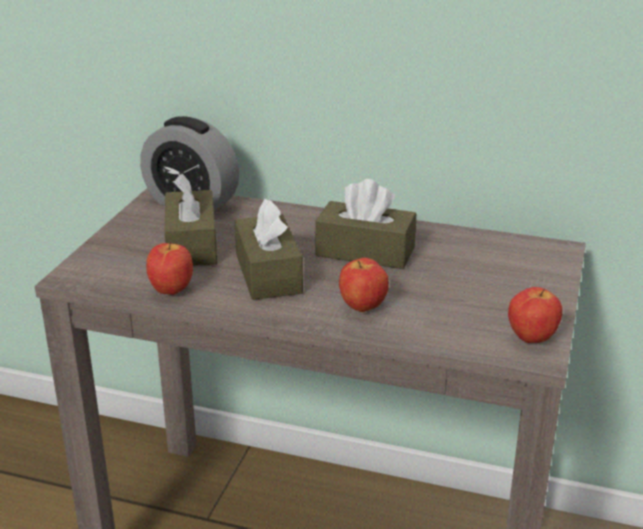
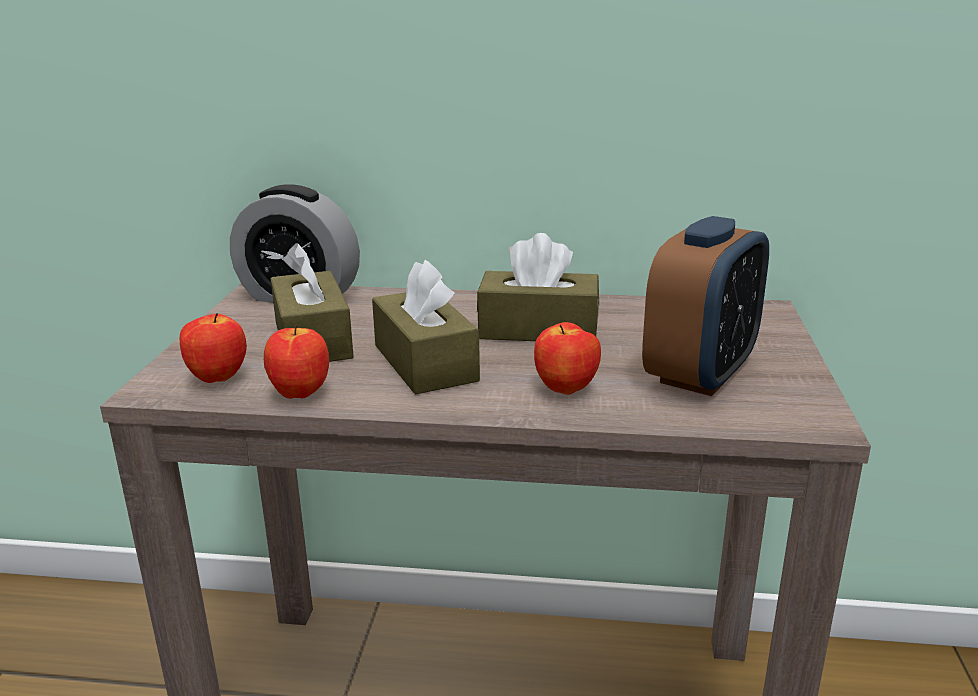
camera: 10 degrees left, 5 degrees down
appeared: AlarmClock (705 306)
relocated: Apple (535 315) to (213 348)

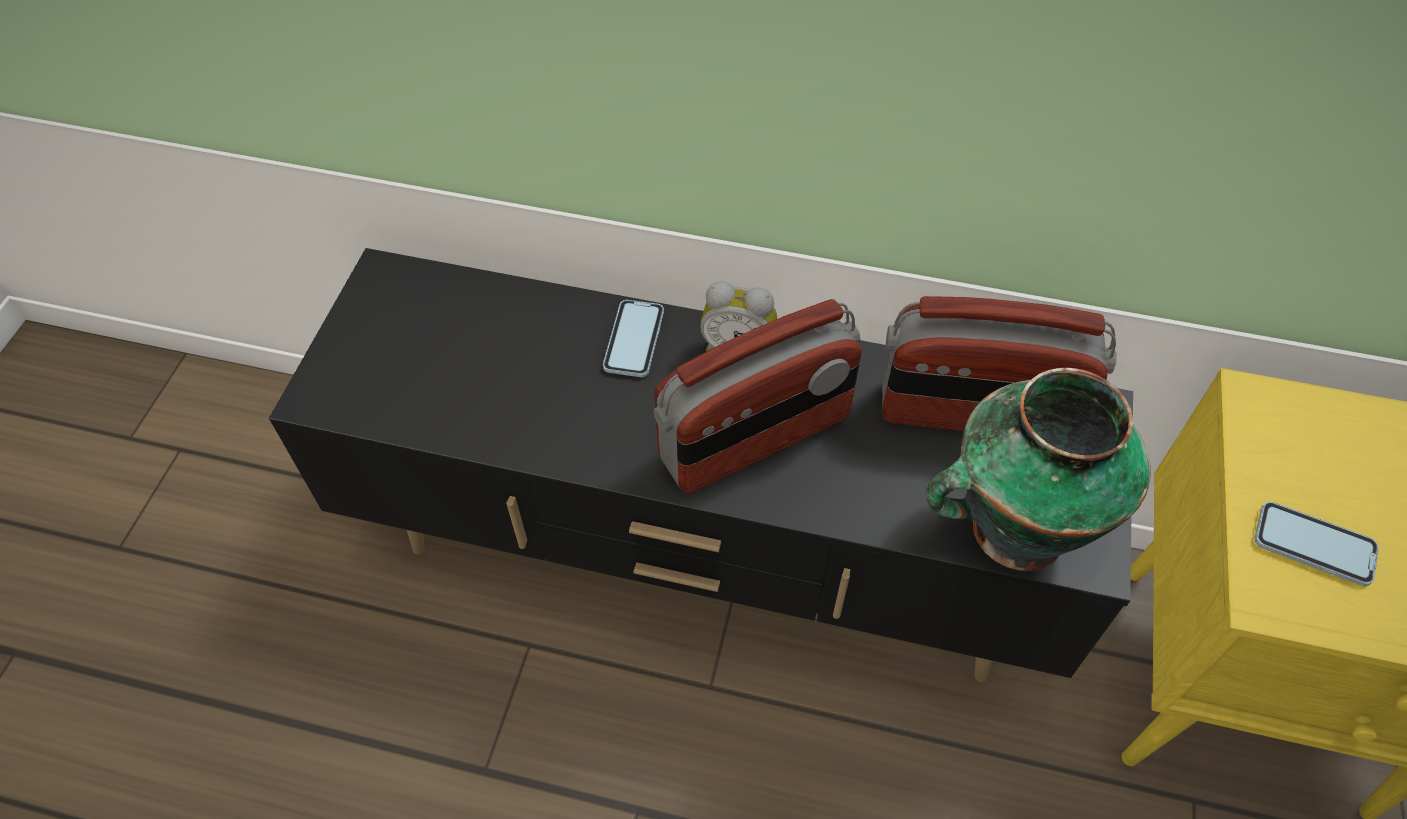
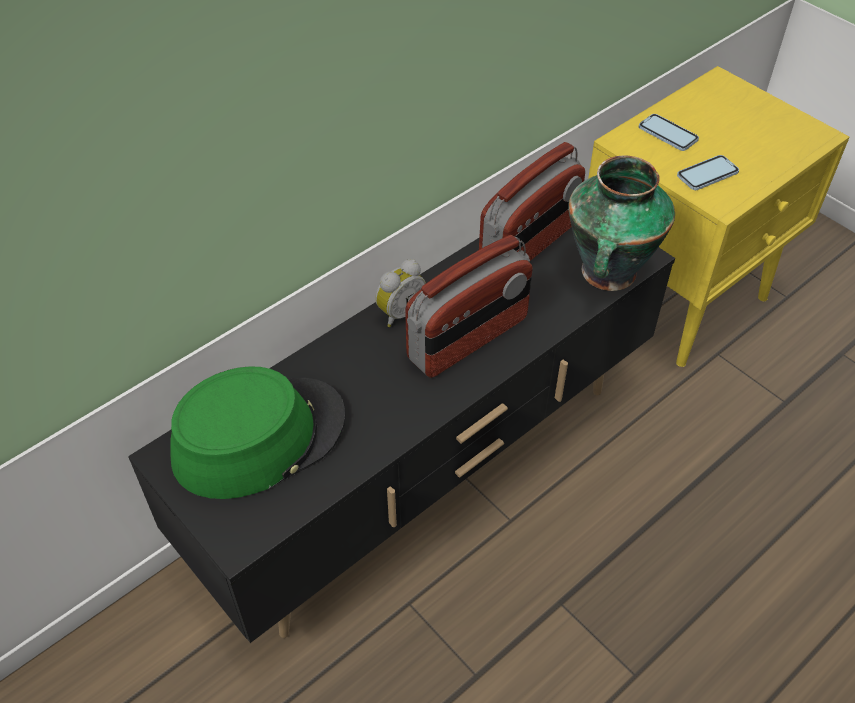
camera: 55 degrees left, 5 degrees down
appeared: GreenClothingHat (258 432)
relocated: Handset (633 338) to (669 132)
spun: RadioReceiver (757 396) = (469 306) 45 degrees clockwise

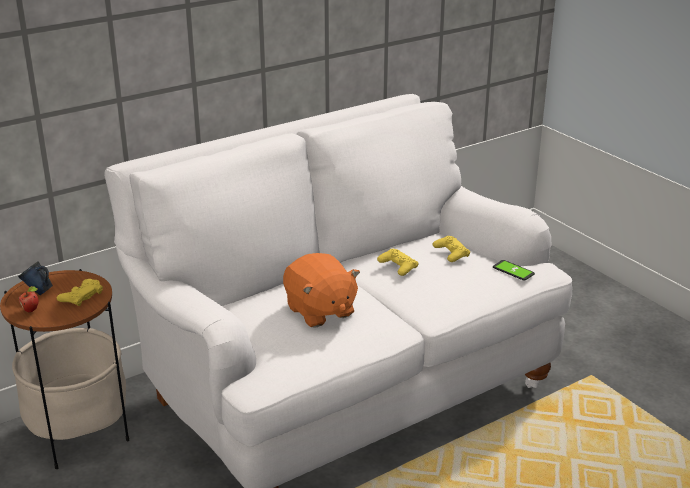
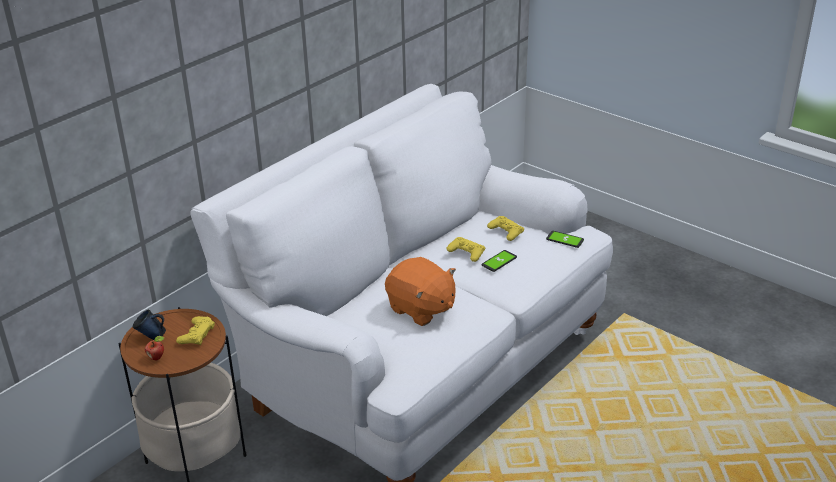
camera: 15 degrees left, 5 degrees up
appeared: Handset (499 261)

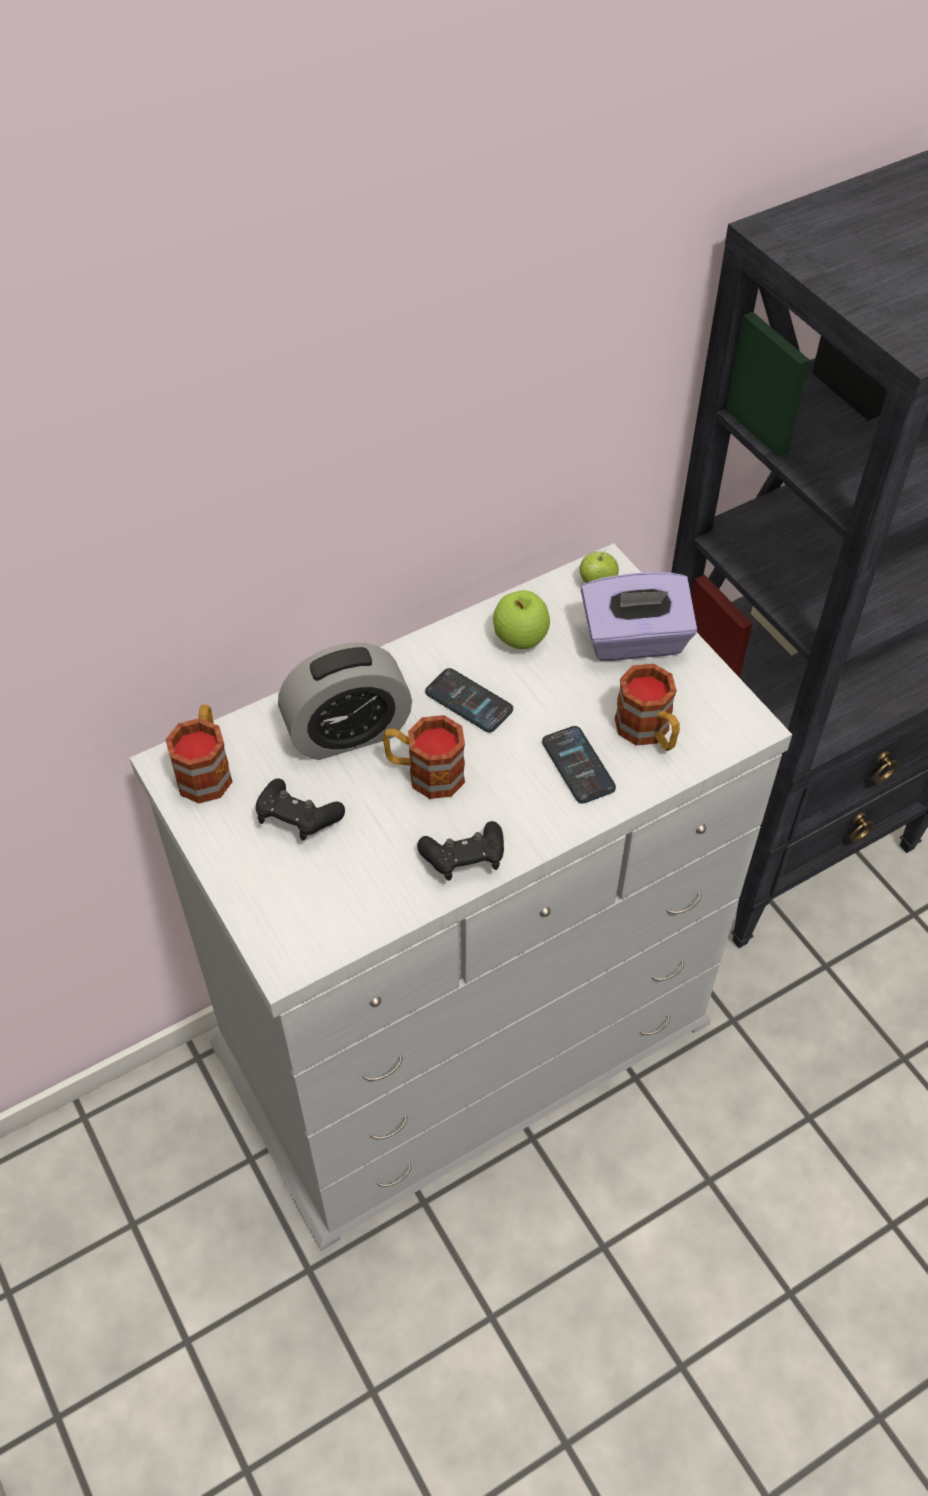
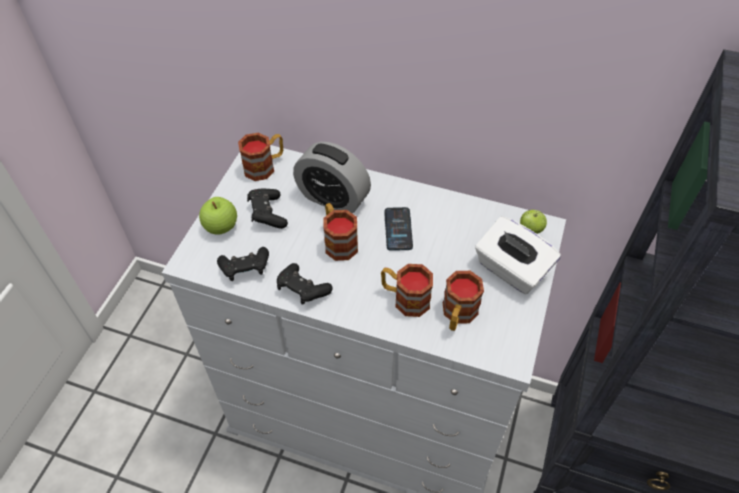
camera: 50 degrees right, 0 degrees up
appeared: BlackGamepad (243 264)
relocated: Apple (521 619) to (218 216)
exchanged: Handset (579 765) to TeaMug (407 290)
colour: PurpleTissueHolder (639 616) to WhitishTissueHolder (518 255)

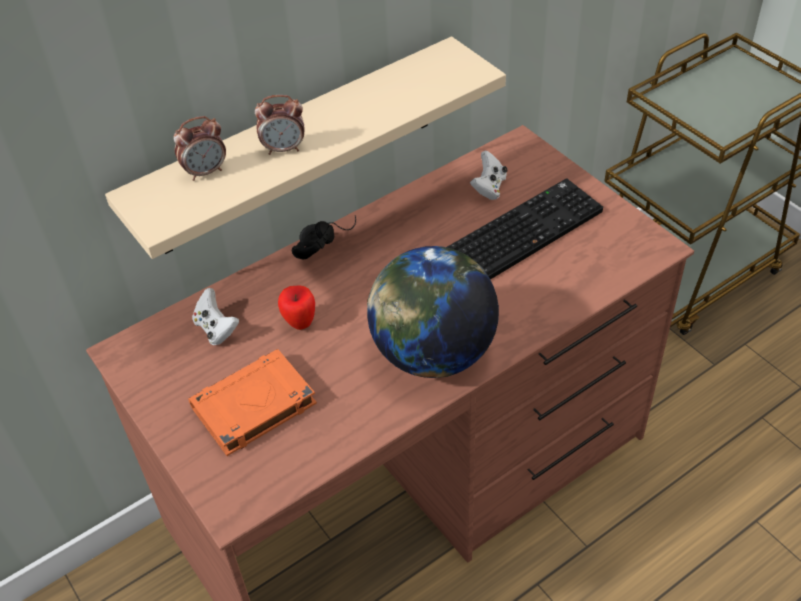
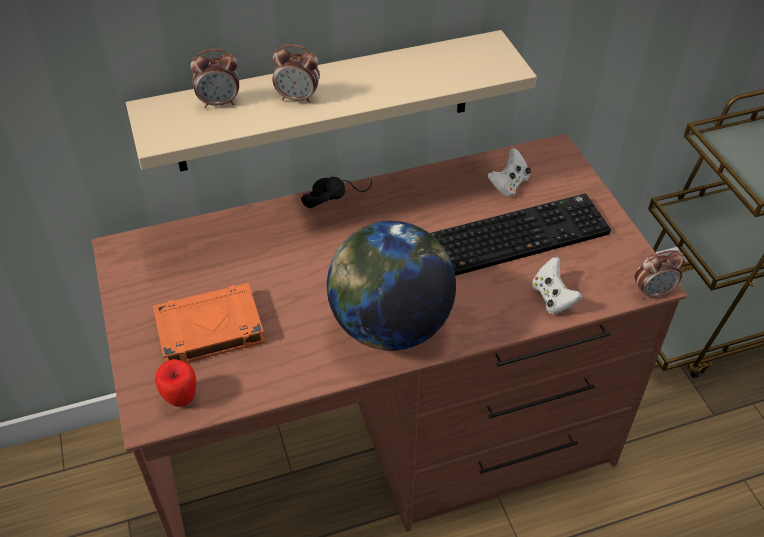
camera: 15 degrees right, 0 degrees up
appeared: AlarmClock (660 274)
relocated: Apple (296 307) to (175 383); WhitishGamepad (215 317) to (557 285)

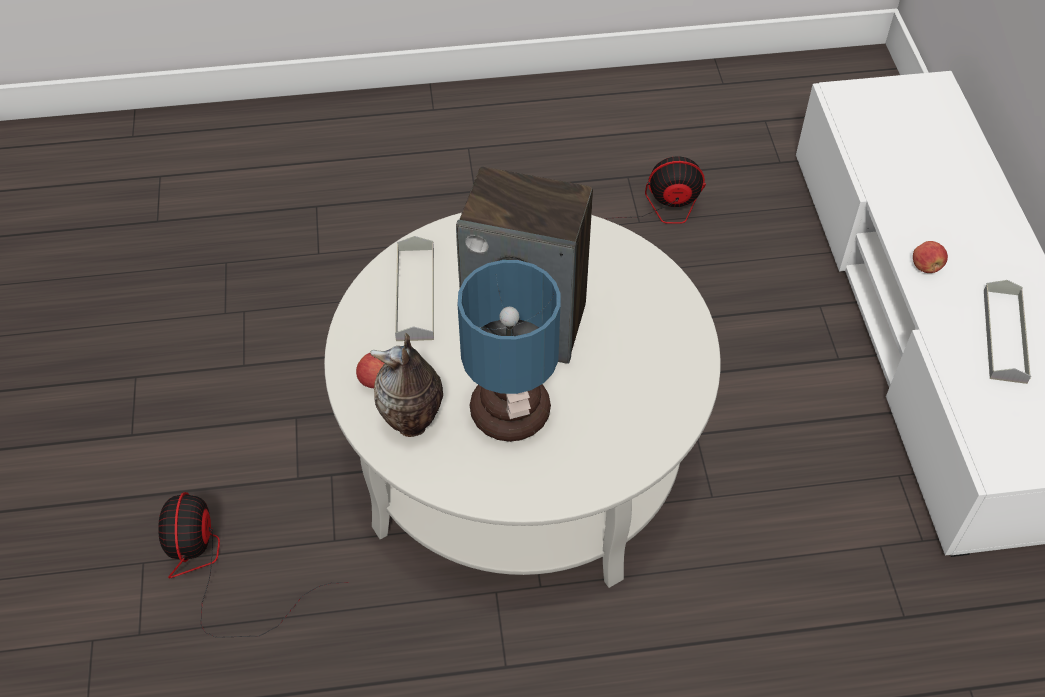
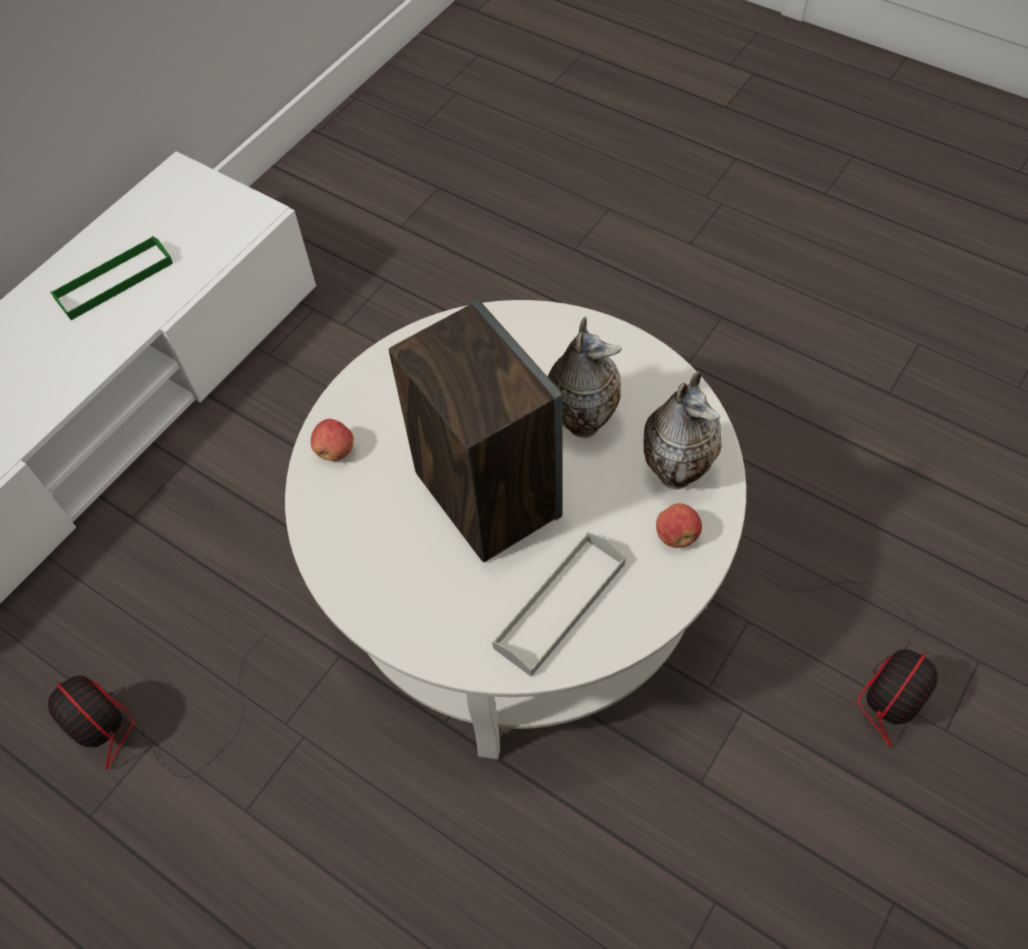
camera: 135 degrees left, 5 degrees up
relocated: Apple (930 257) to (332 440)
exchanged: TableLamp (509 351) to FlowerVase (585 377)
colour: GreyCarryingTray (1007 332) to GreenCarryingTray (111 278)

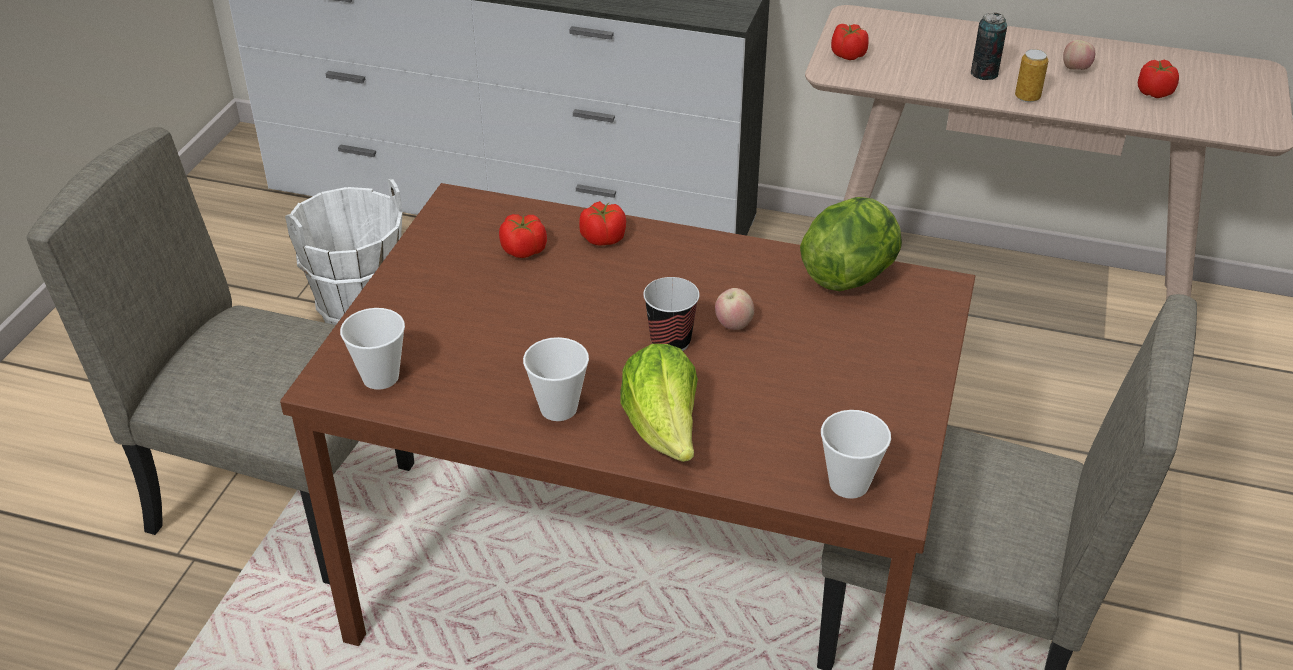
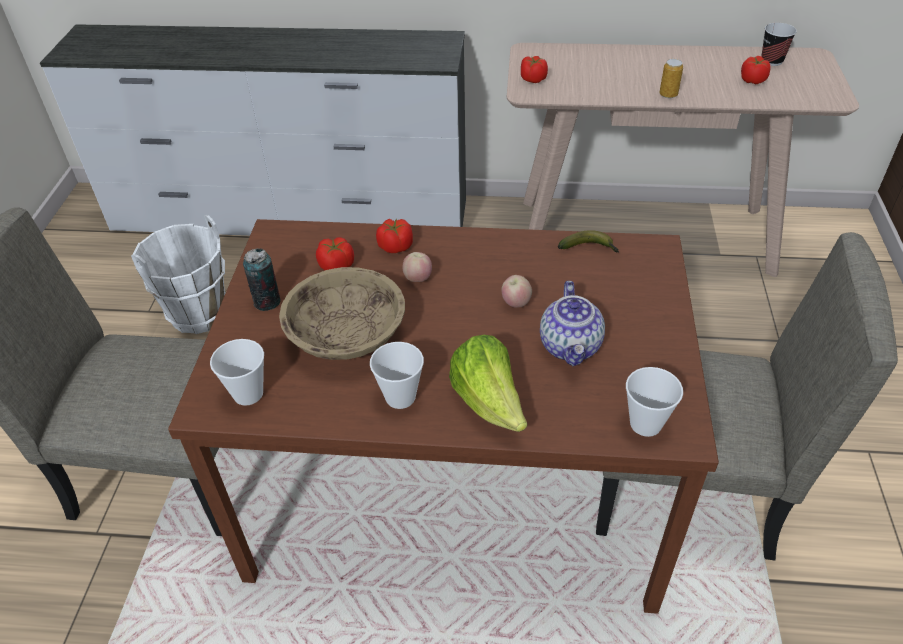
camera: 10 degrees left, 5 degrees up
appeared: SandColouredDeepDish (342 313); Teapot (572 323)
relocated: MetalCan (989 46) to (262 279); Apple (1079 55) to (417 267); DrinkingCup (671 314) to (779 44)
exchanged: HeadOfLettuce (851 244) to Banana (588 241)

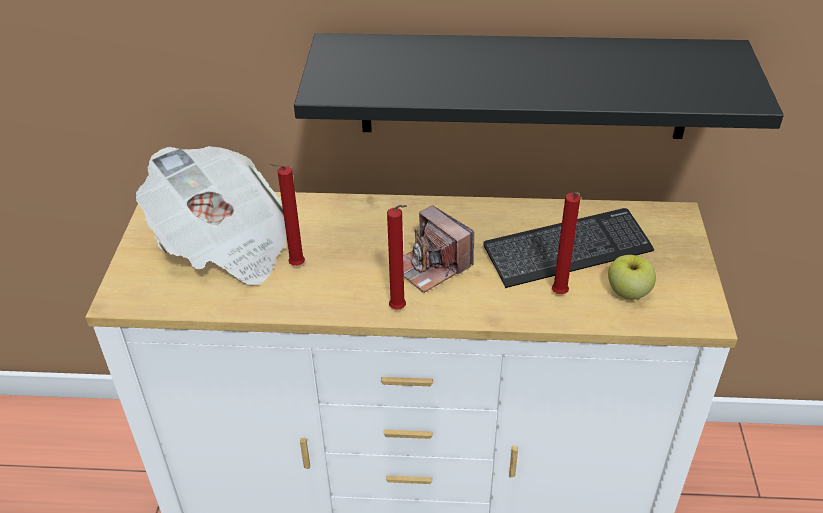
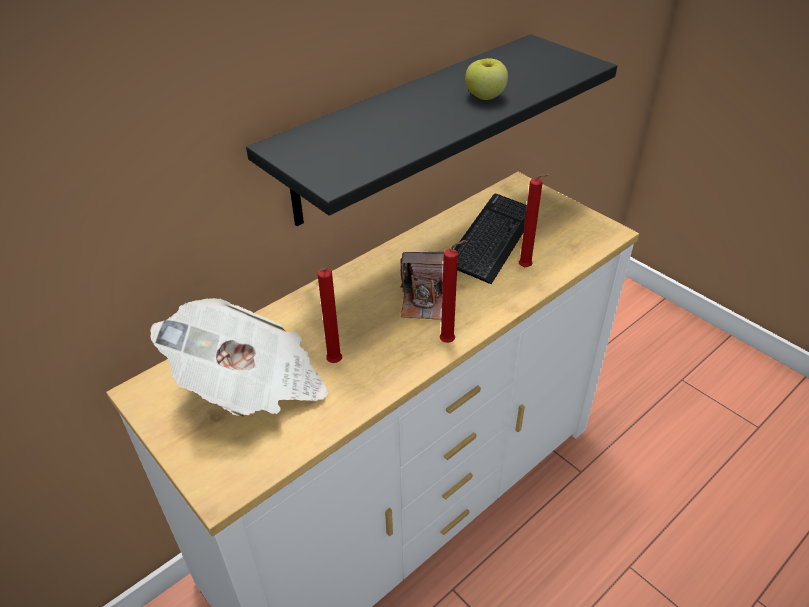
camera: 45 degrees left, 0 degrees up
relocated: Apple (632 277) to (486 79)

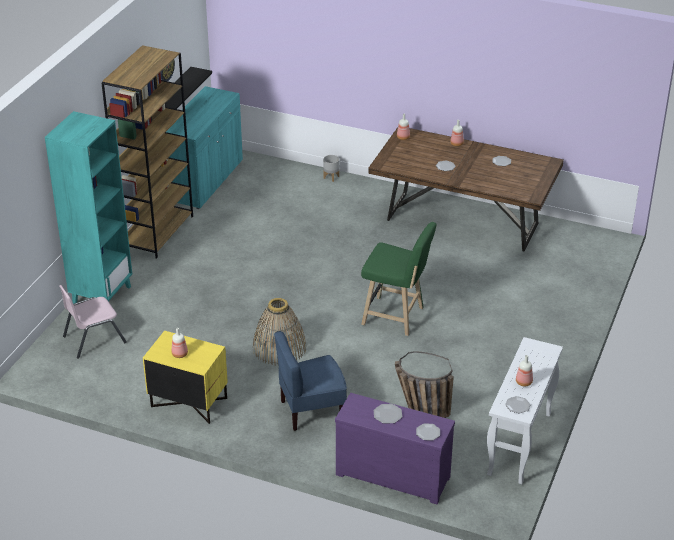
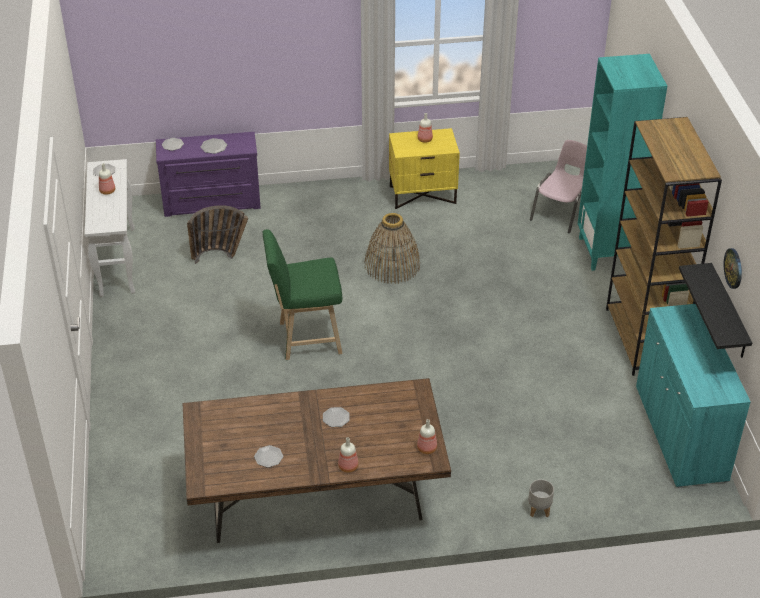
camera: 150 degrees right, 5 degrees up
missing: BlueChair (310 381)

